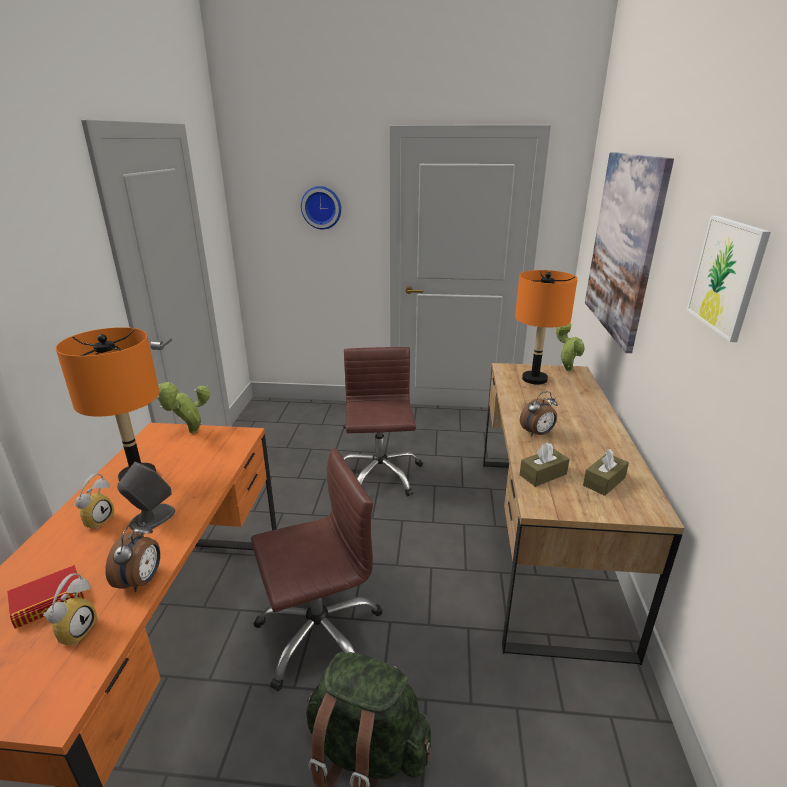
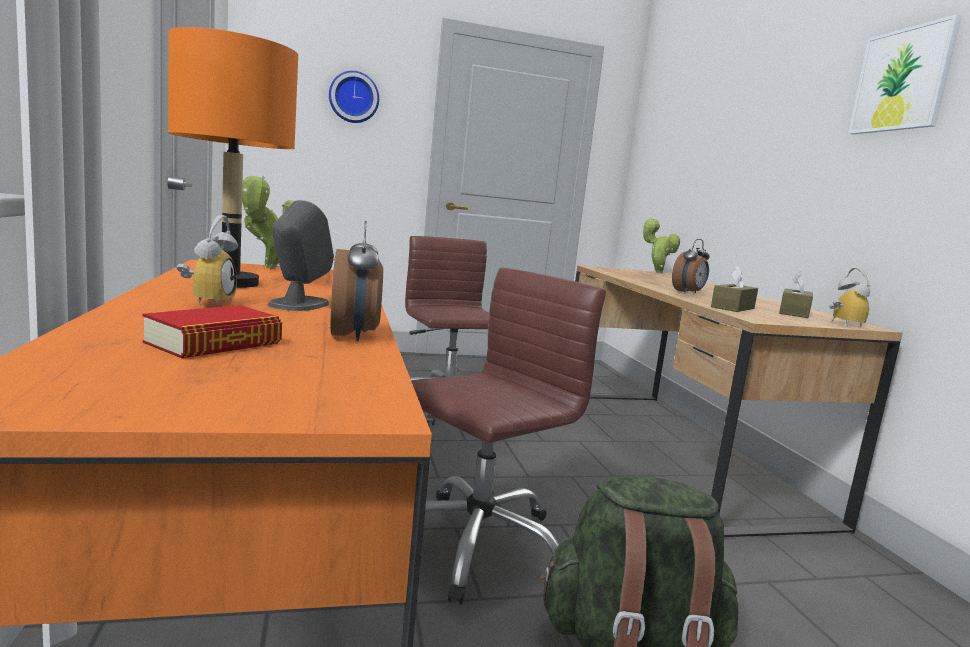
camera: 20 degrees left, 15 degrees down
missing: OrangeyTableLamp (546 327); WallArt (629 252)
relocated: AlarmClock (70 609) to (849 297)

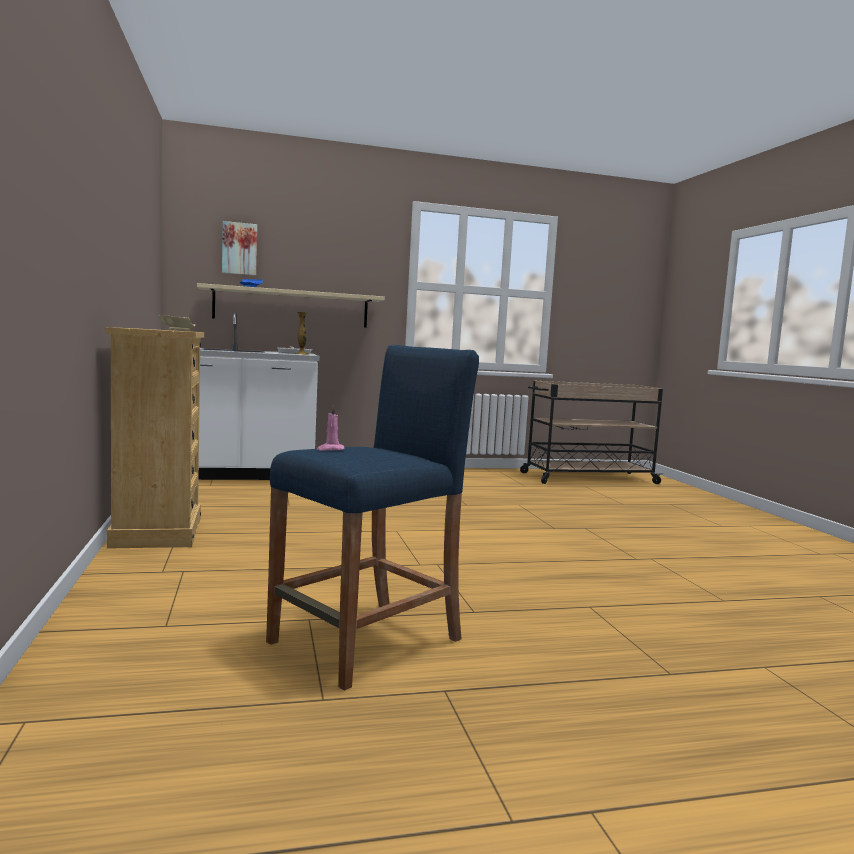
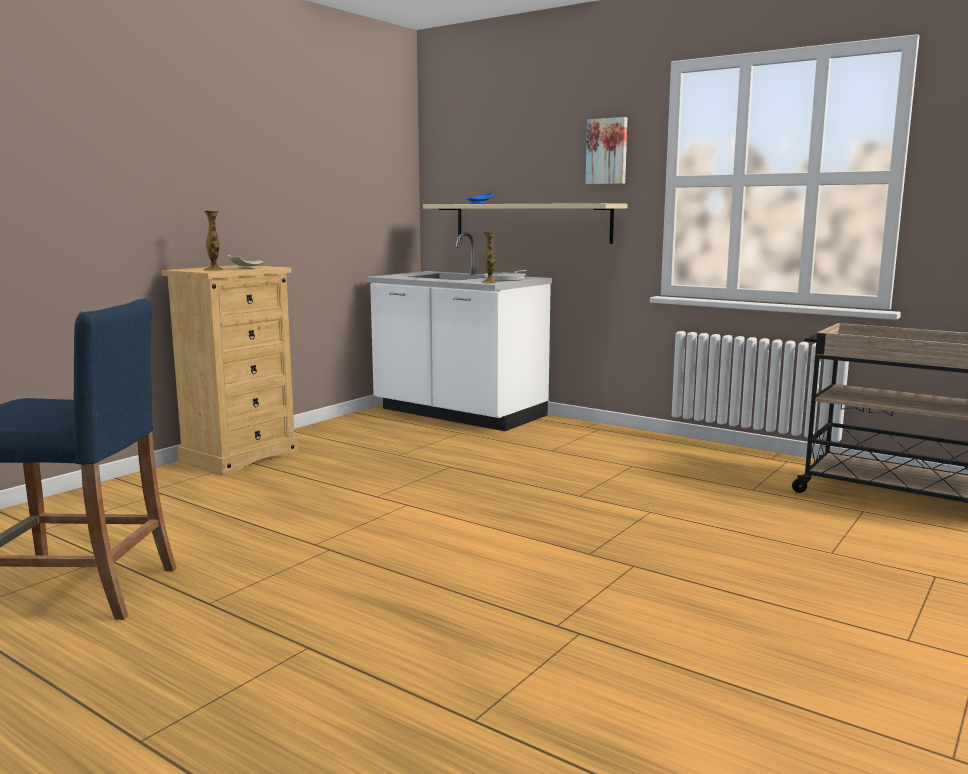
camera: 50 degrees right, 5 degrees up
missing: PinkishWaxLight (331 428)
appeared: FlowerVase (214 241)
relocated: WallArt (239 248) to (606 150)

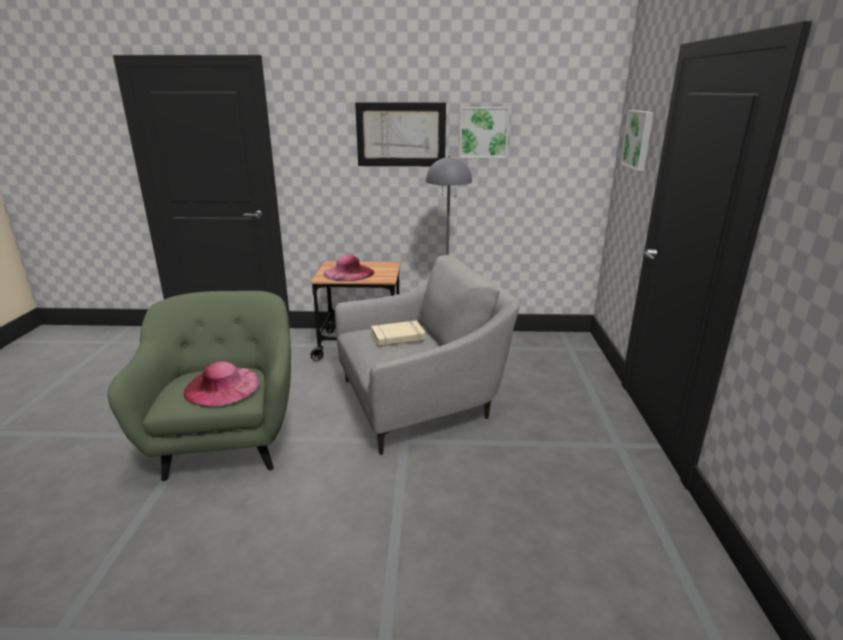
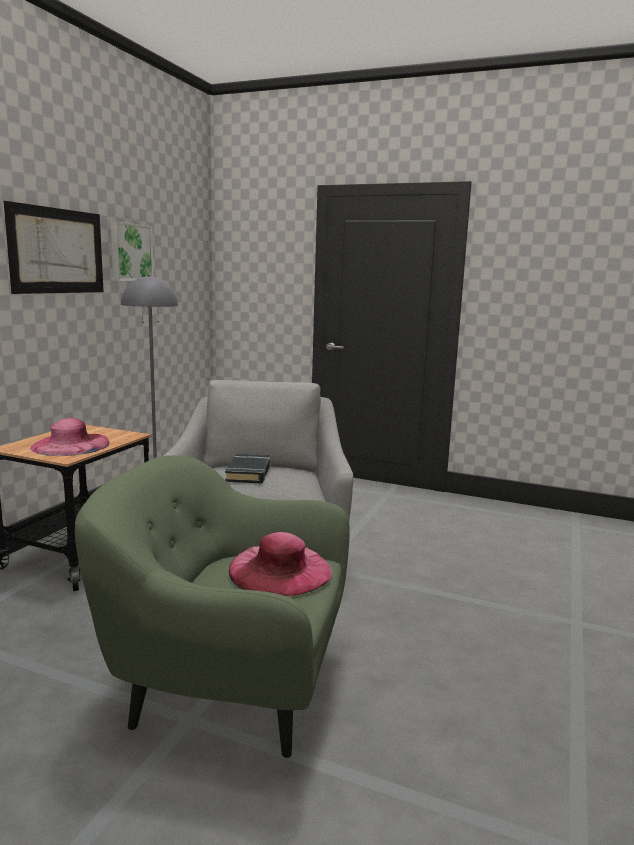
camera: 70 degrees left, 10 degrees down
missing: WallArt (637 140)
colour: SandColouredBook (398 333) to BlackBook (248 468)

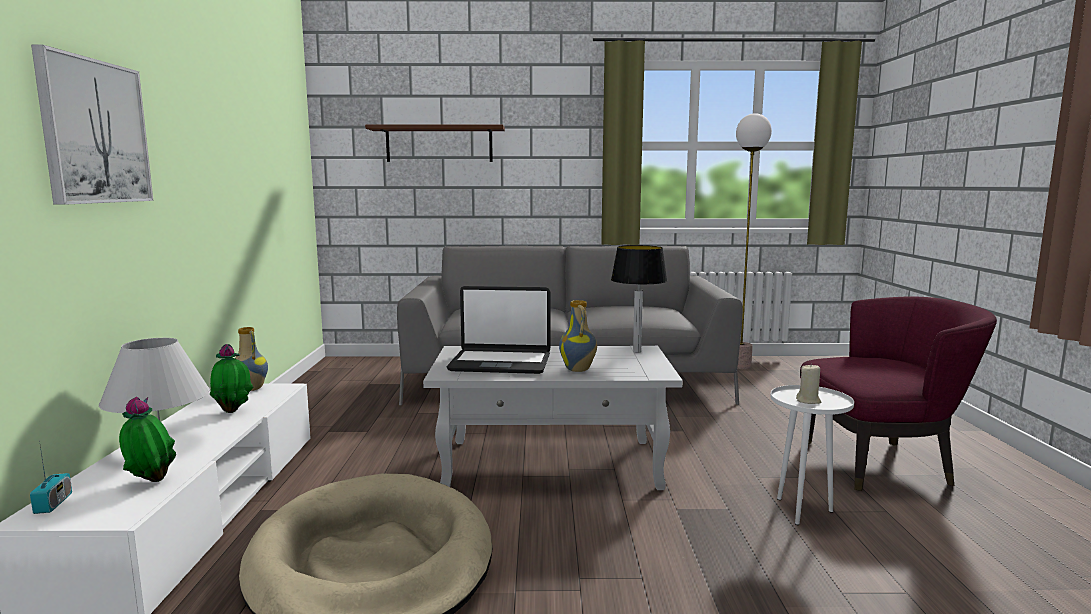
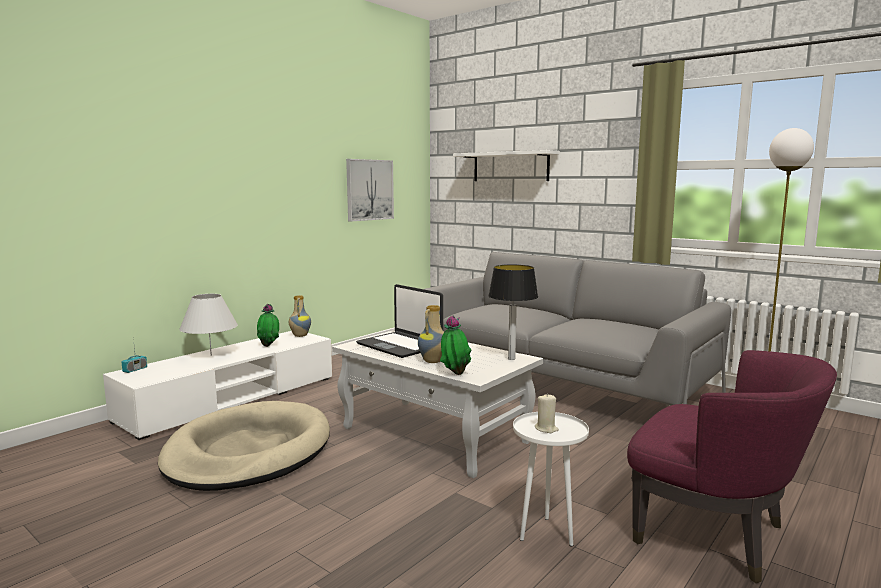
camera: 40 degrees right, 0 degrees up
relocated: WallArt (92 125) to (370 190); Houseplant (147 439) to (455 345)
colour: BrownColouredWallShelf (435 143) to WhitishWallShelf (506 165)

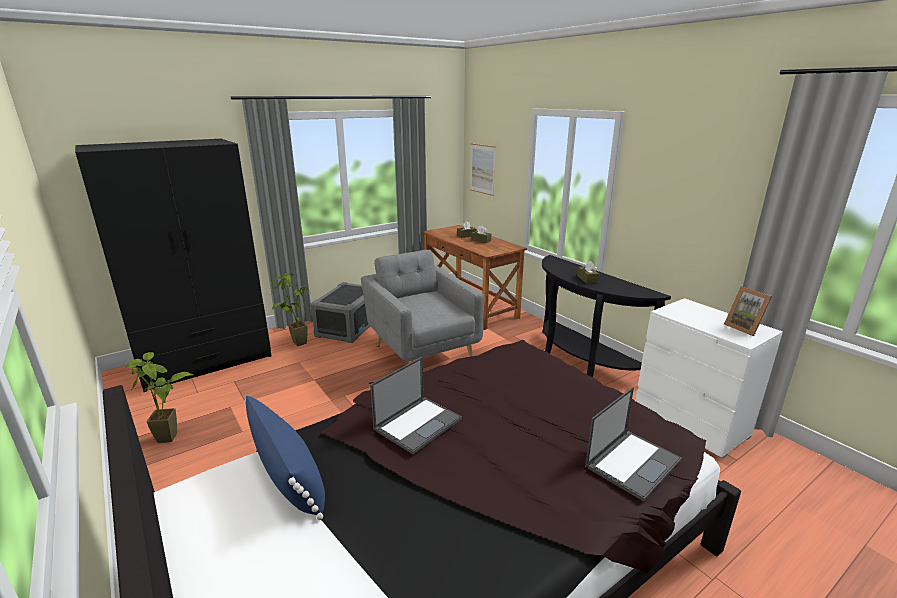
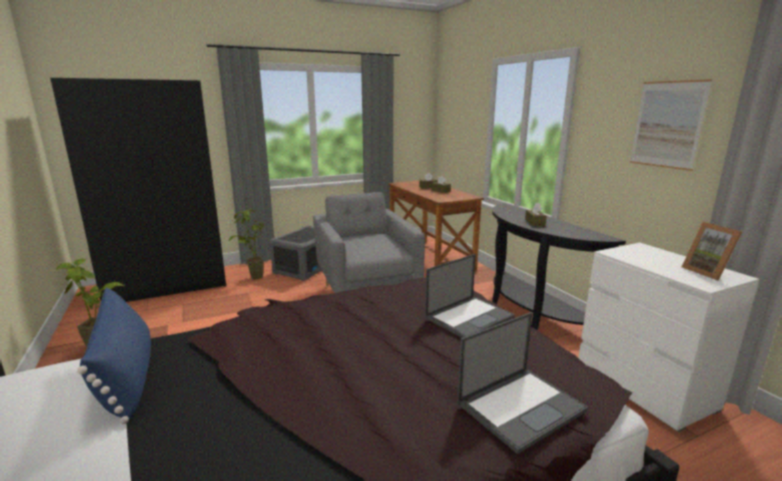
camera: 10 degrees right, 5 degrees down
relocated: Laptop (416 405) to (470 296); WallArt (483 169) to (671 125)

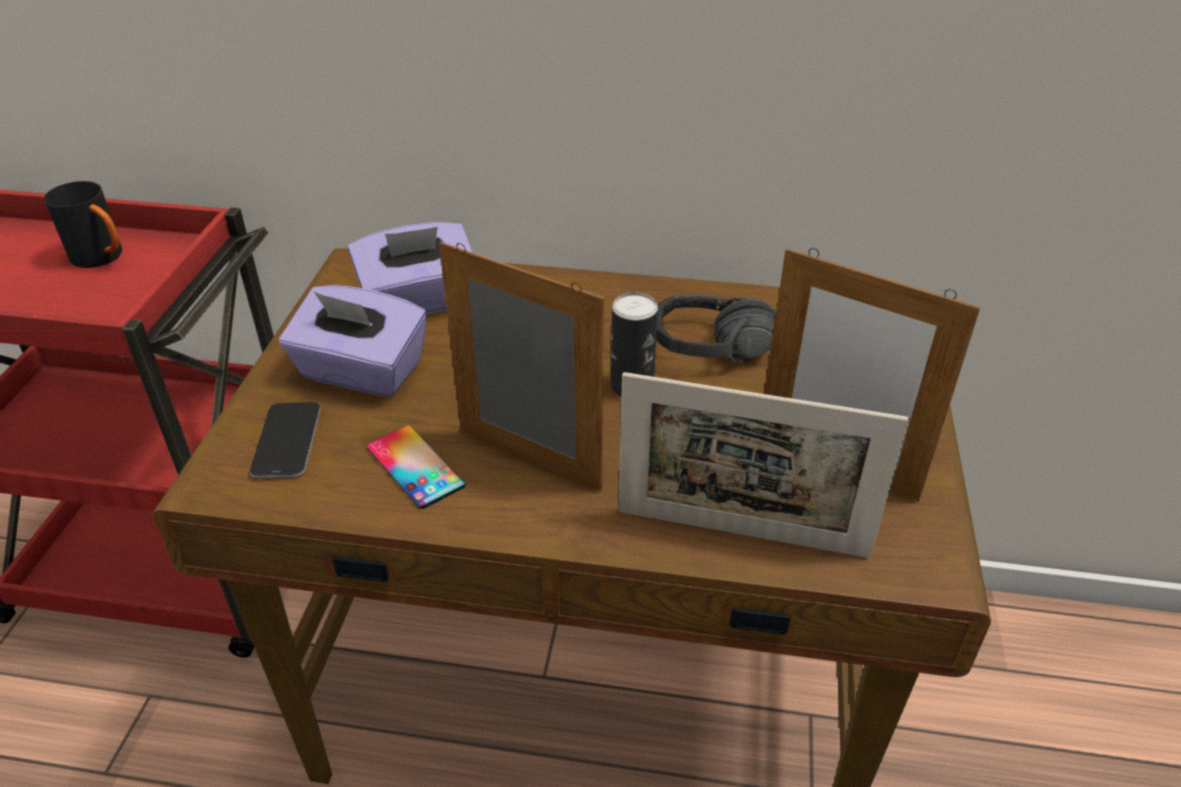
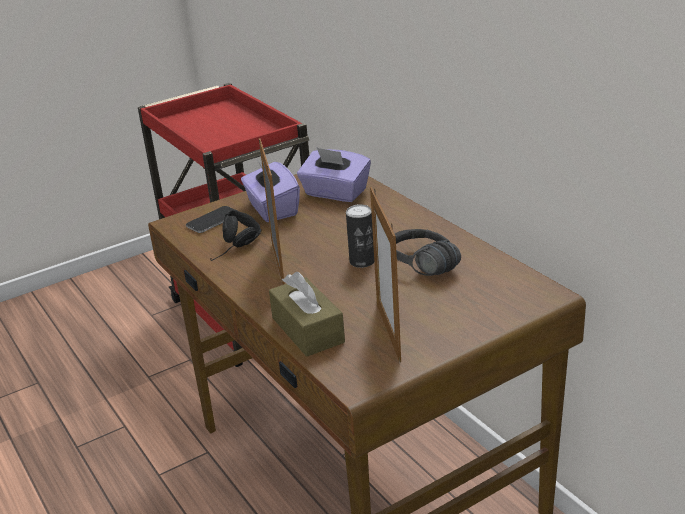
camera: 50 degrees right, 10 degrees down
missing: BlackTeaMug (83 224)
exchanged: Handset (416 467) to BlackHeadphones (236 235); PictureFrame (764 465) to BrownColouredTissueHolder (307 314)

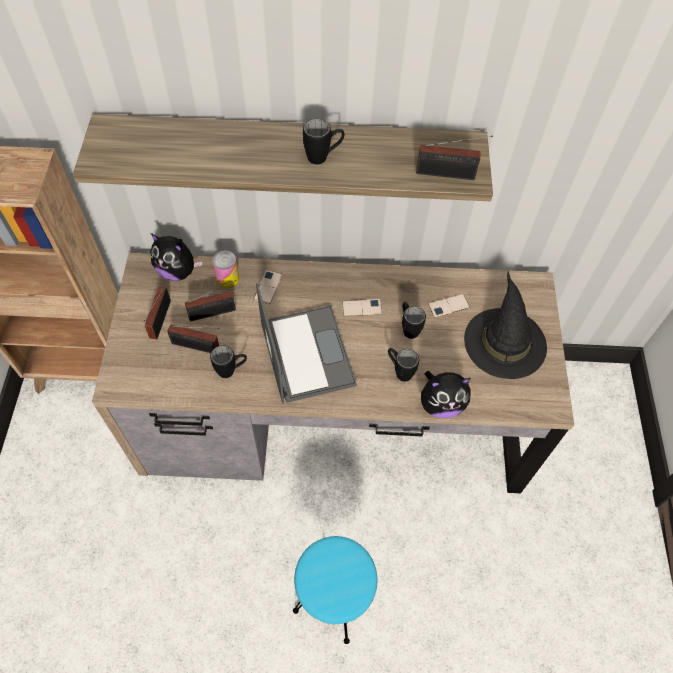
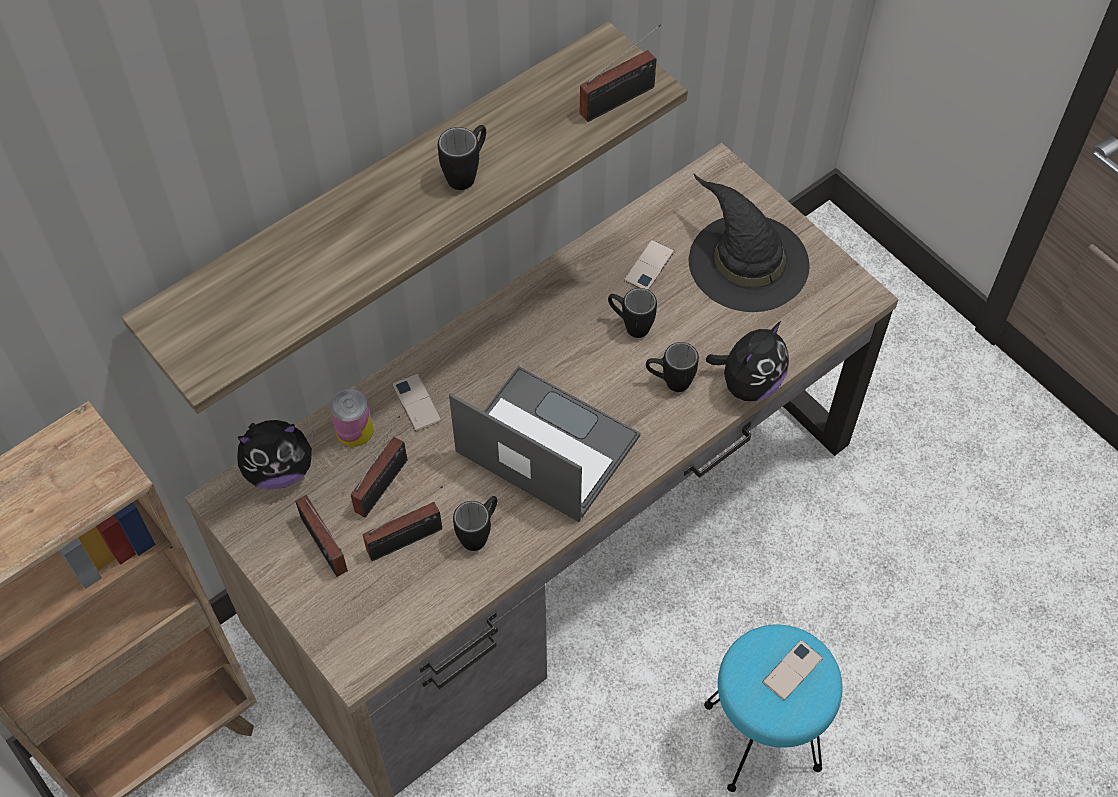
camera: 40 degrees left, 0 degrees up
relocated: Handset (362 307) to (792 670)

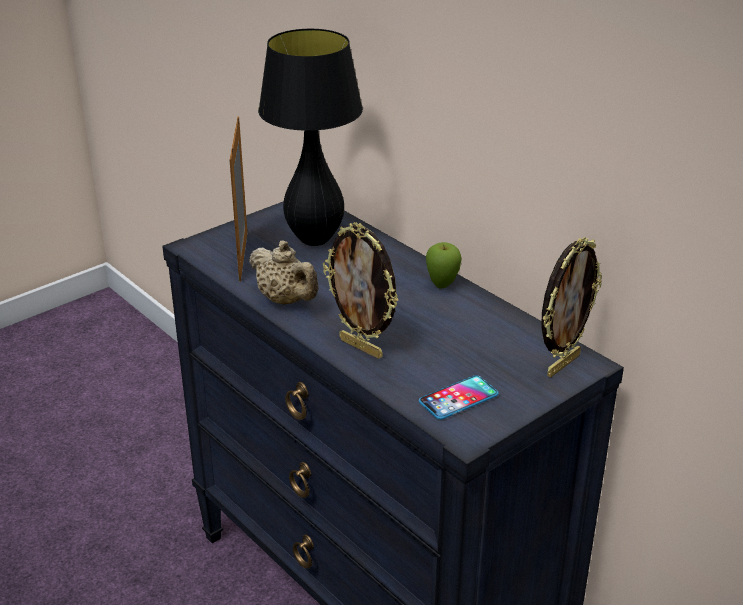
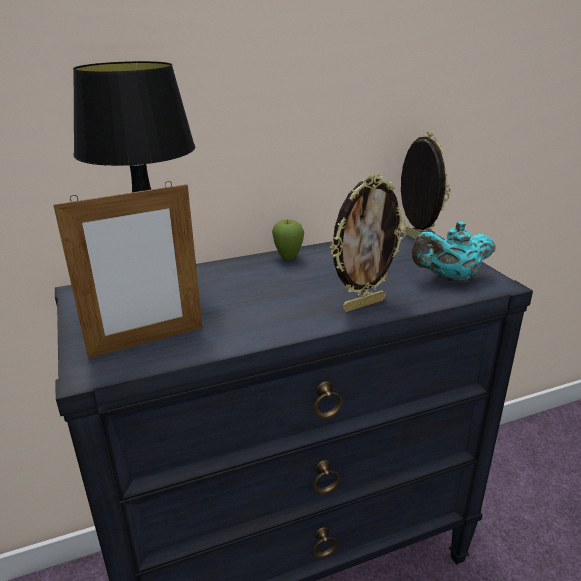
camera: 70 degrees left, 5 degrees down
missing: SandColouredTeapot (283 272)
exchanged: Handset (459 397) to BlueGreenTeapot (453 251)
spun: PictureFrame (238 199) = (128 269) 45 degrees counterclockwise

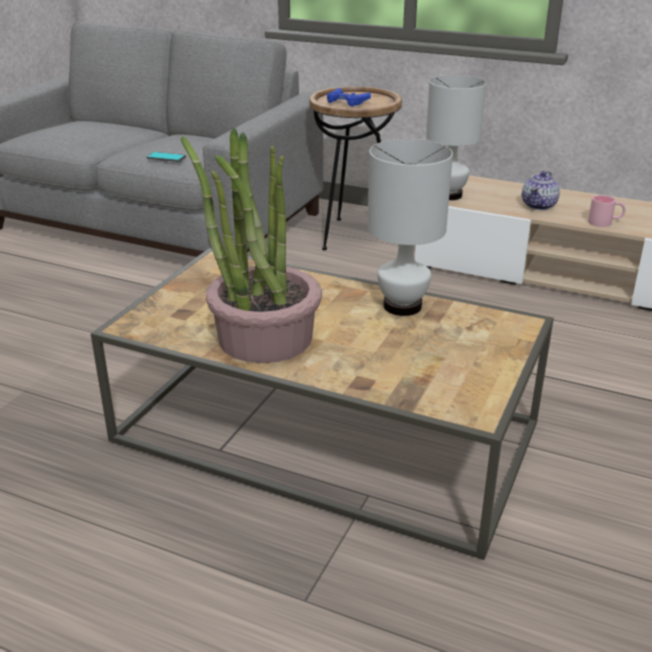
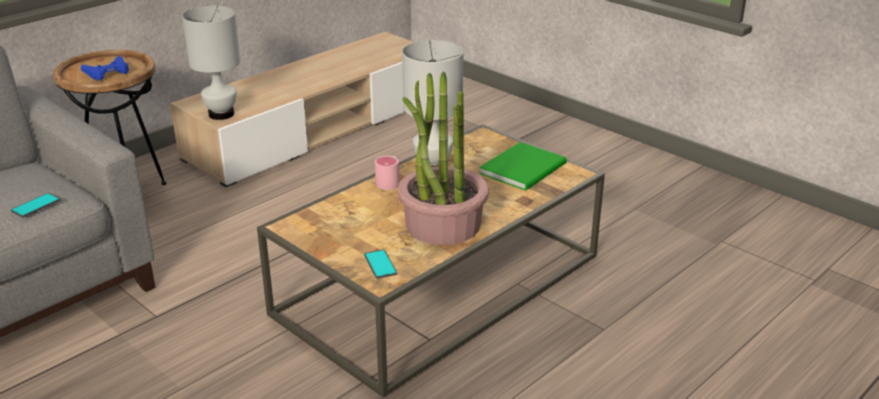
camera: 70 degrees left, 0 degrees up
missing: Teapot (541 190)
appeared: Handset (380 264); GreenBook (523 166)
relocated: PinkishTeaMug (607 211) to (387 172)

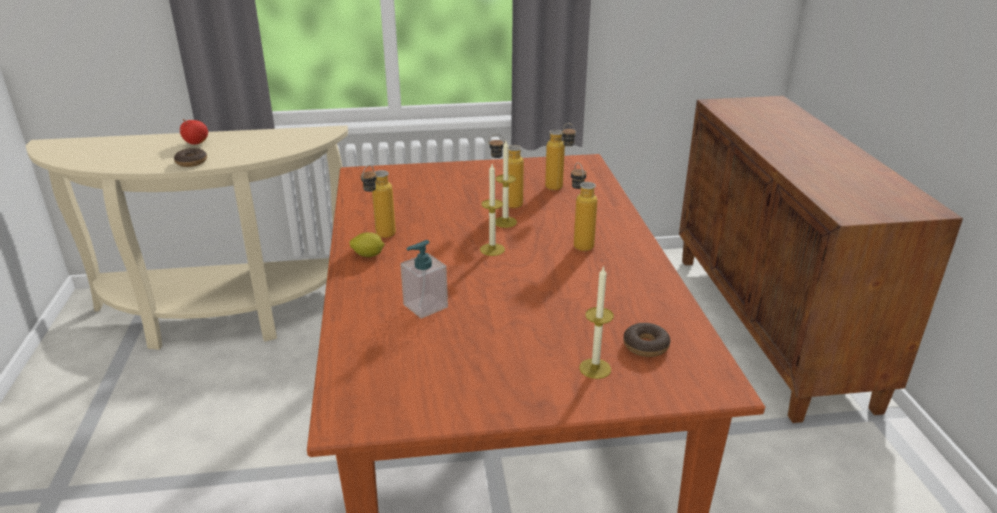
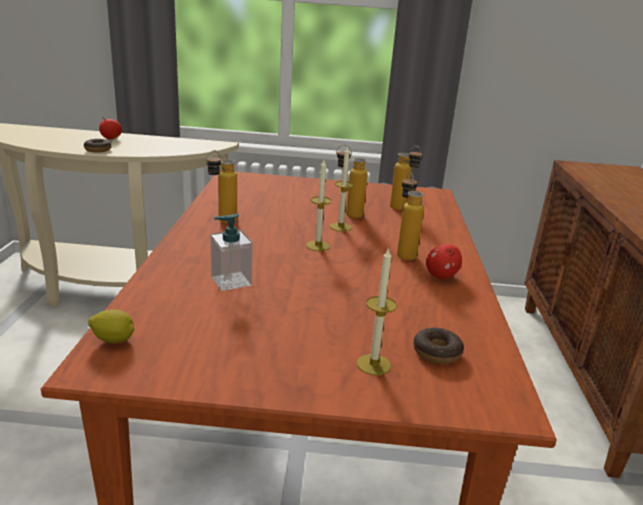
camera: 10 degrees right, 5 degrees down
appeared: Apple (444 261)
relocated: CitrusFruit (367 244) to (111 326)

